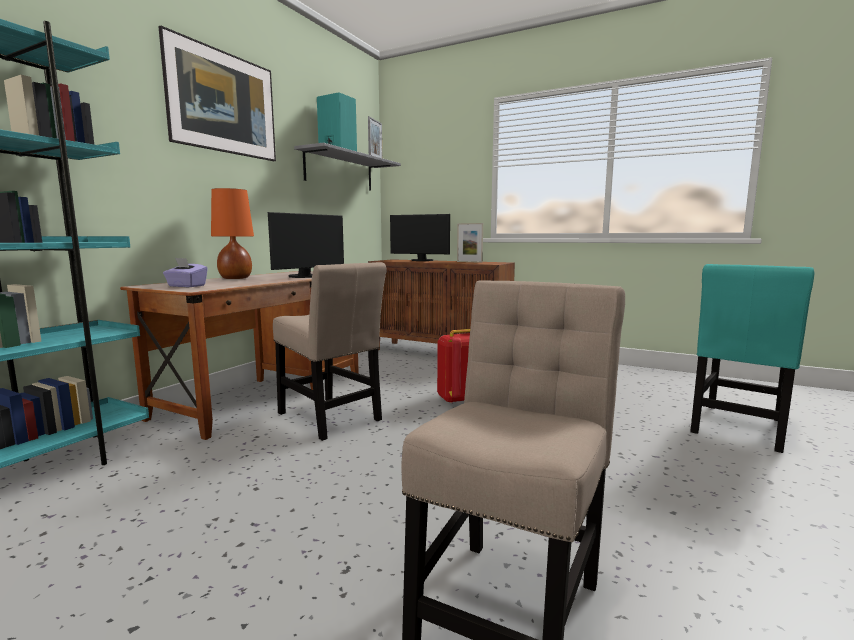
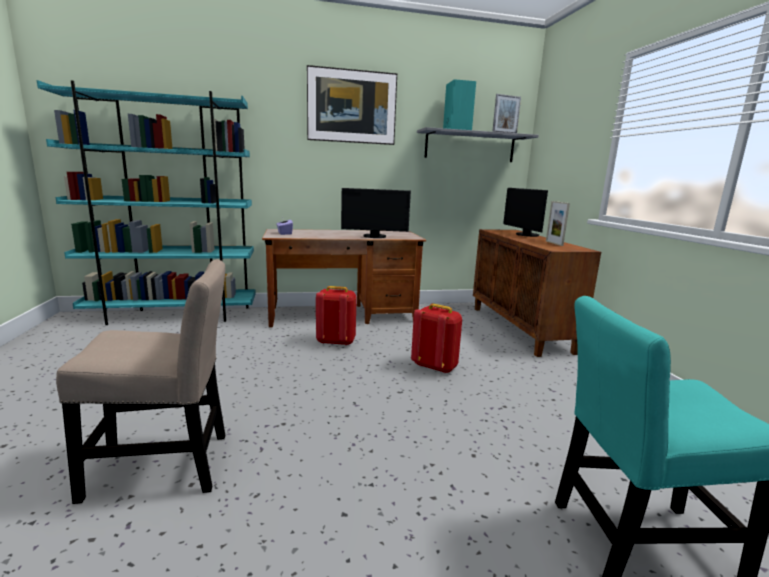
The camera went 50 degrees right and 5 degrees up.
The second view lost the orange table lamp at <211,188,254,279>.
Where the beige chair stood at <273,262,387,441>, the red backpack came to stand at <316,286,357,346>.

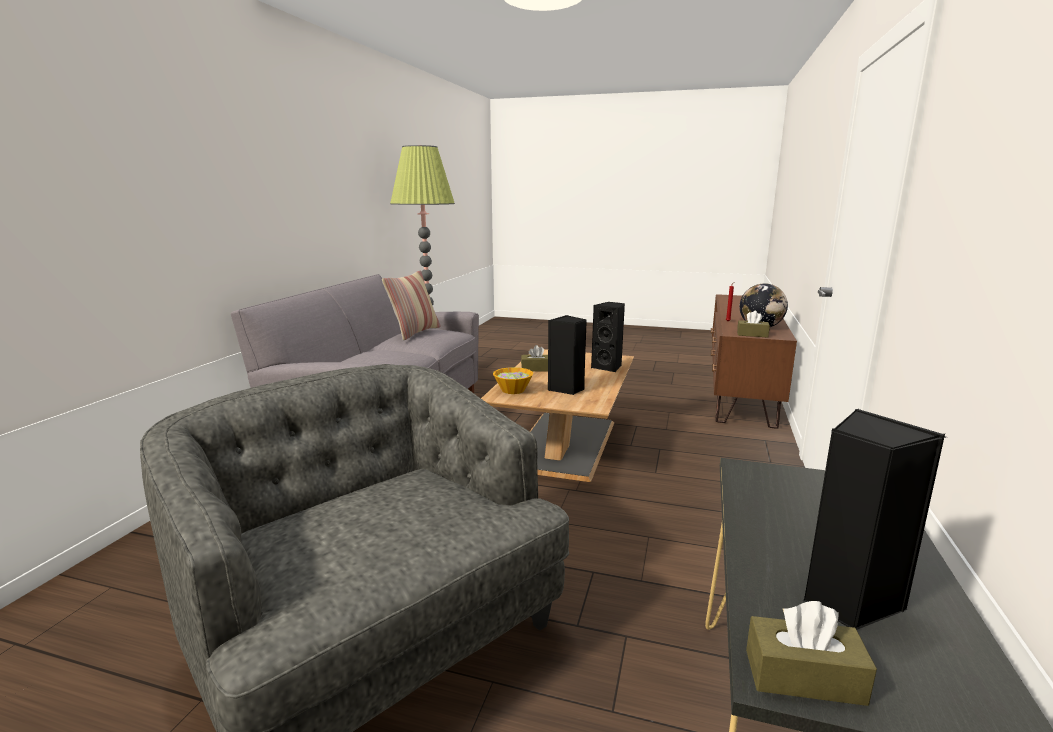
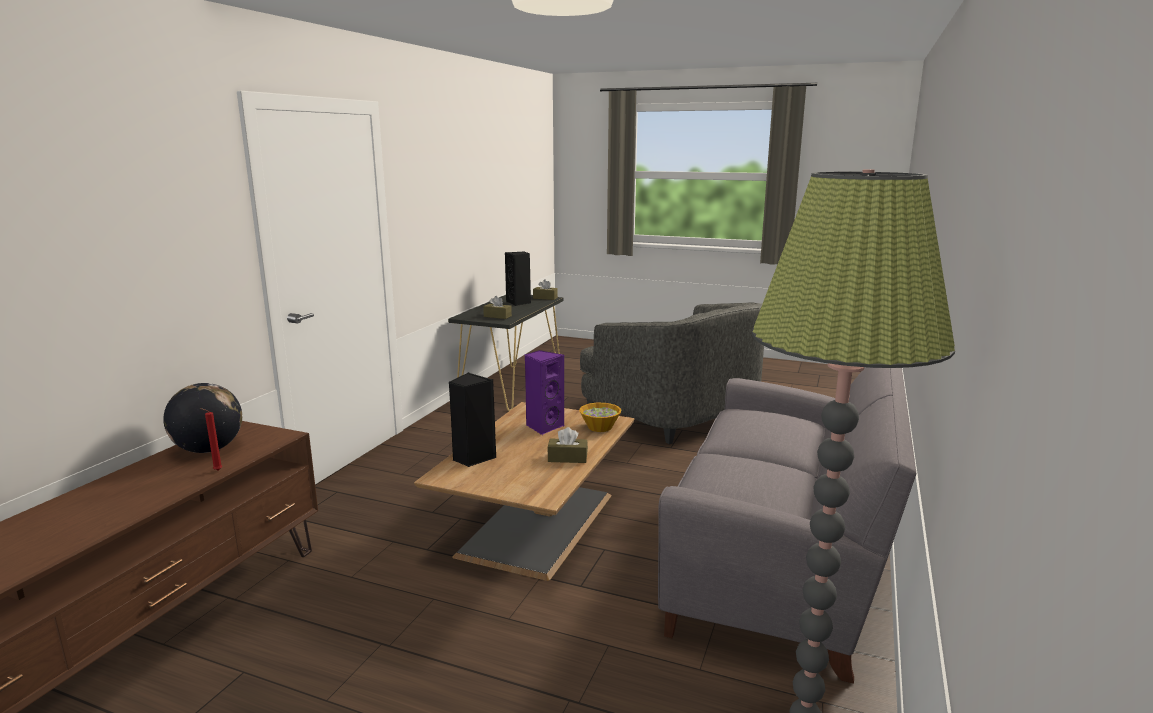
The camera went 175 degrees left and 0 degrees up.
The second view lost the pillow at <382,270,440,341>.
The brown tissue box ended up elsewhere, having gone from <737,311,770,338> to <483,296,512,319>.
What was the black speaker at <548,315,587,395> turned into the purple speaker at <525,350,564,435>.

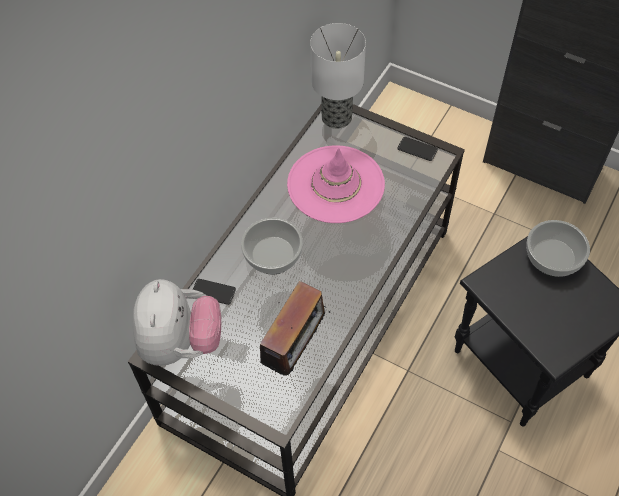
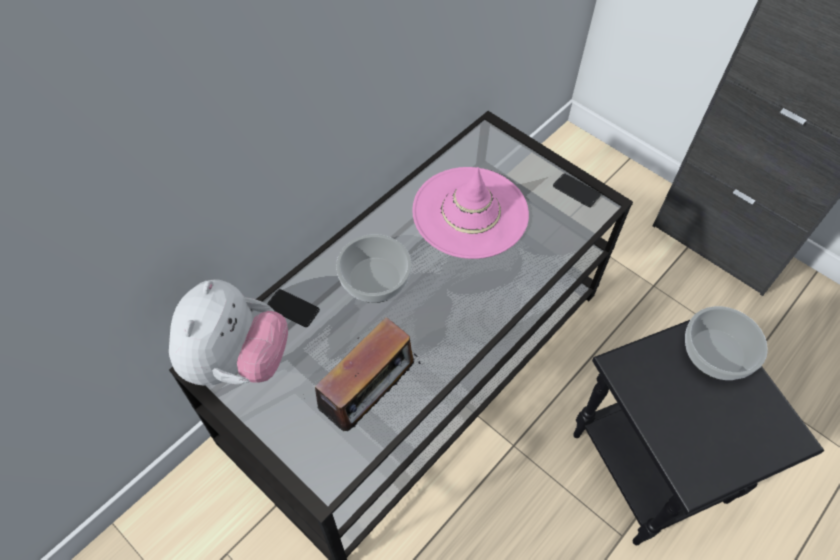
The camera went 10 degrees right and 0 degrees up.
The second view lost the table lamp at <310,23,366,129>.

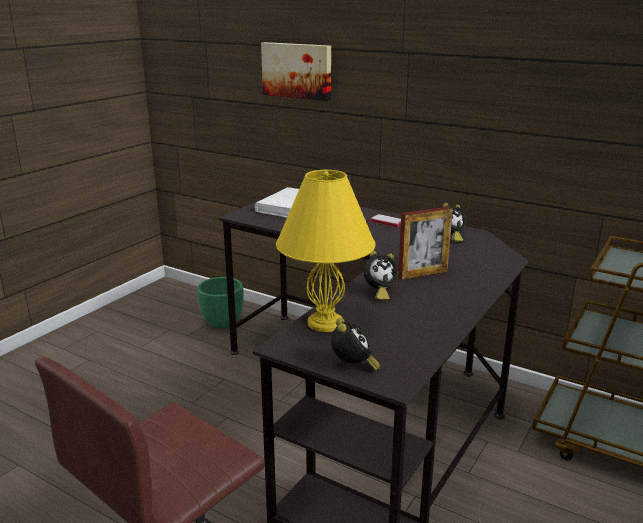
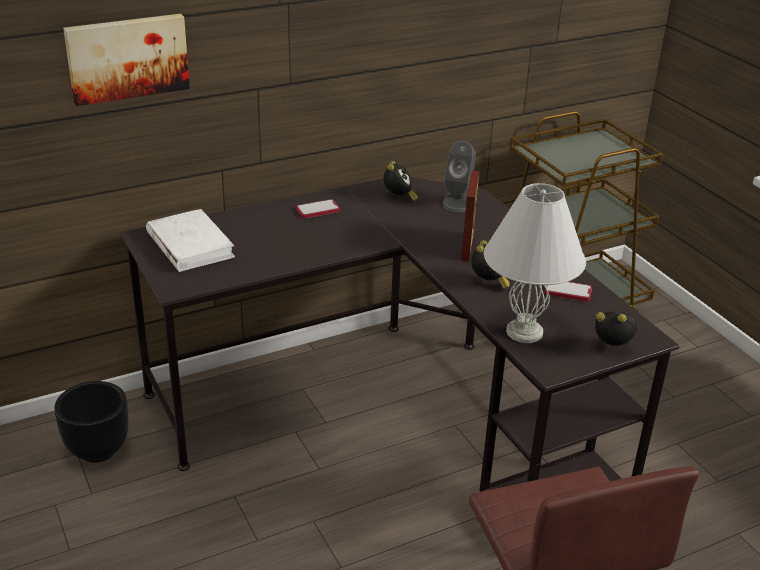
The camera went 60 degrees left and 10 degrees up.
What was the yellow table lamp at <276,170,376,332> turned into the white table lamp at <484,183,586,343>.
What was the green planter at <197,277,244,329> turned into the black planter at <54,381,128,463>.
The second view gained the grey speaker at <442,141,476,212>.
The second view gained the phone at <545,282,592,302>.

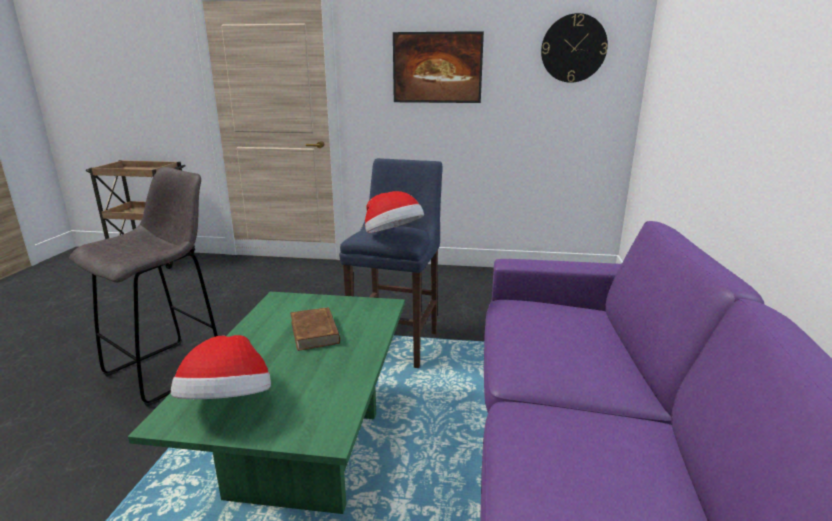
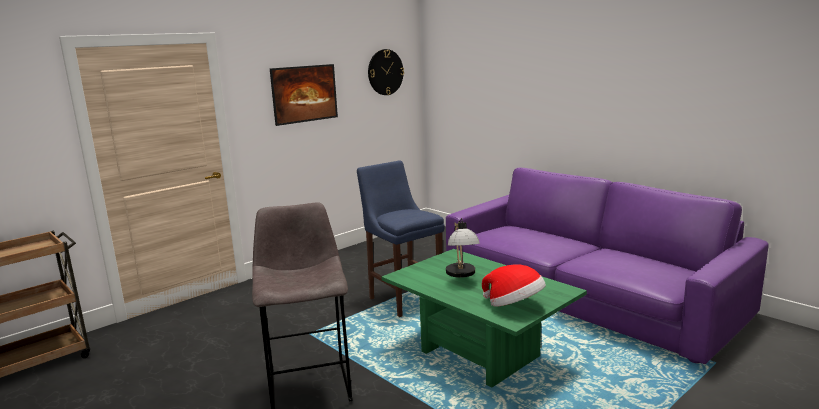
The camera went 50 degrees left and 5 degrees down.
The second view lost the hat at <365,191,424,233>.
Where the brown book stood at <290,307,340,351>, the table lamp came to stand at <446,218,480,278>.

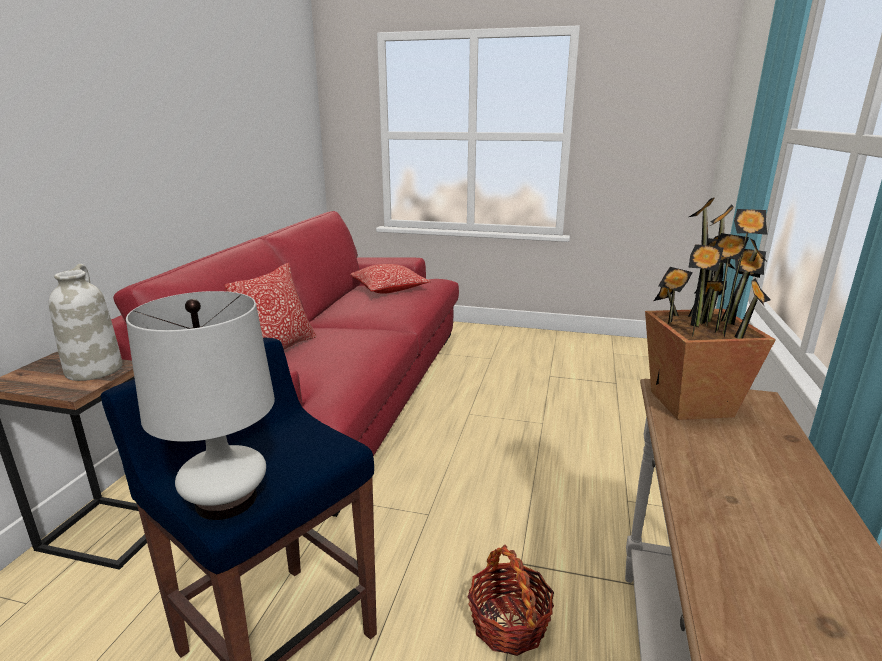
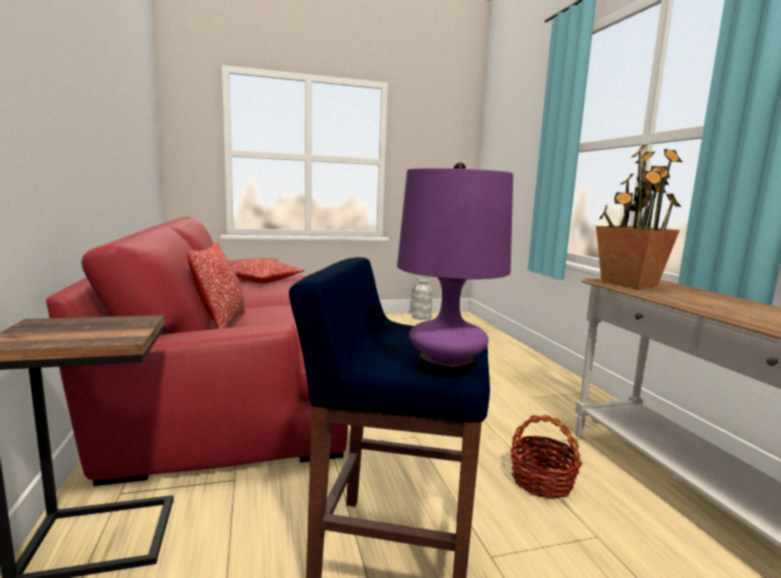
The camera went 30 degrees left and 10 degrees down.
The white vase ended up elsewhere, having gone from <49,264,123,381> to <412,277,432,320>.
What was the white table lamp at <126,291,275,520> turned into the purple table lamp at <397,163,513,376>.

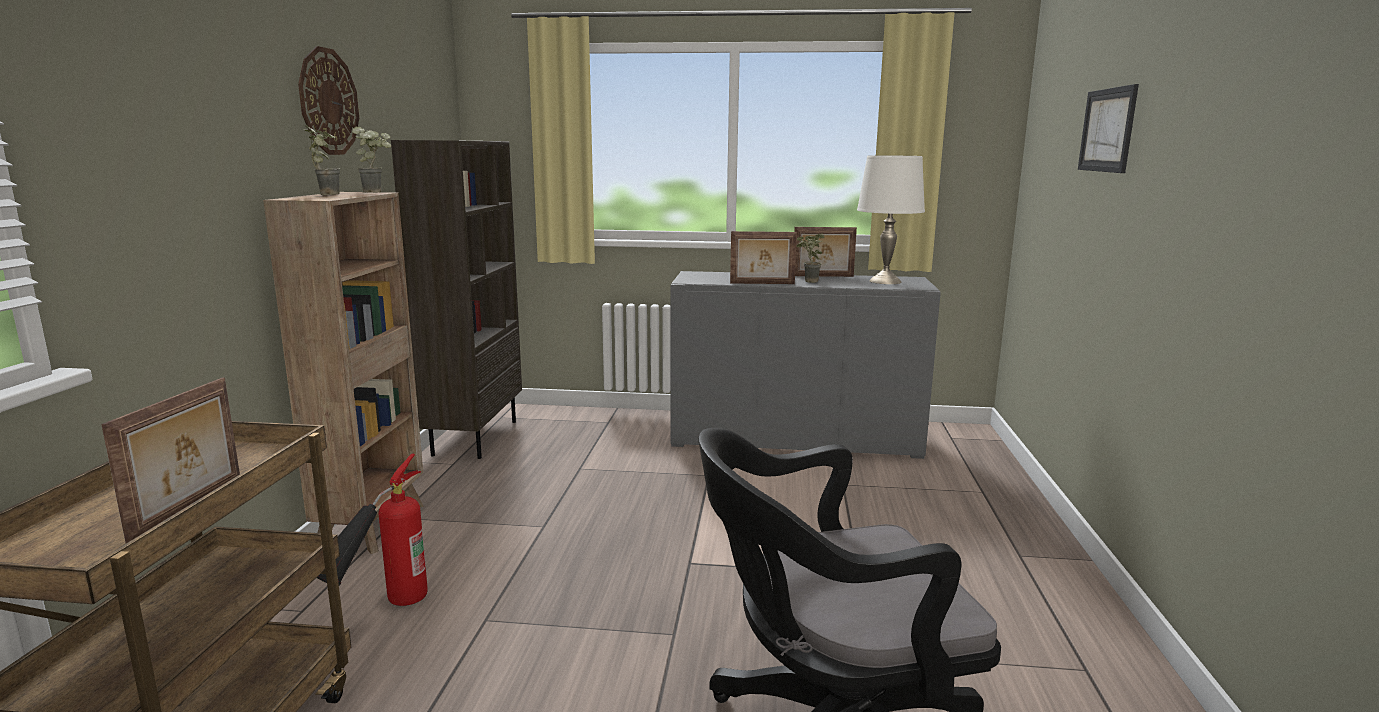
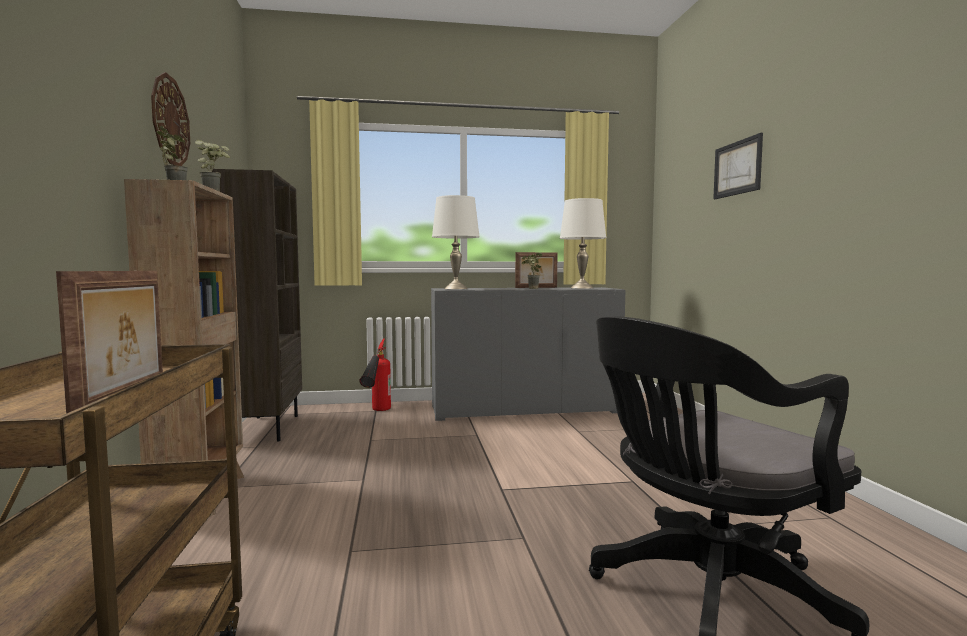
The camera went 15 degrees left and 10 degrees down.
The second view lost the picture frame at <730,231,797,284>.
The fire extinguisher ended up elsewhere, having gone from <317,454,428,606> to <359,338,391,411>.
The second view gained the white table lamp at <432,195,480,289>.

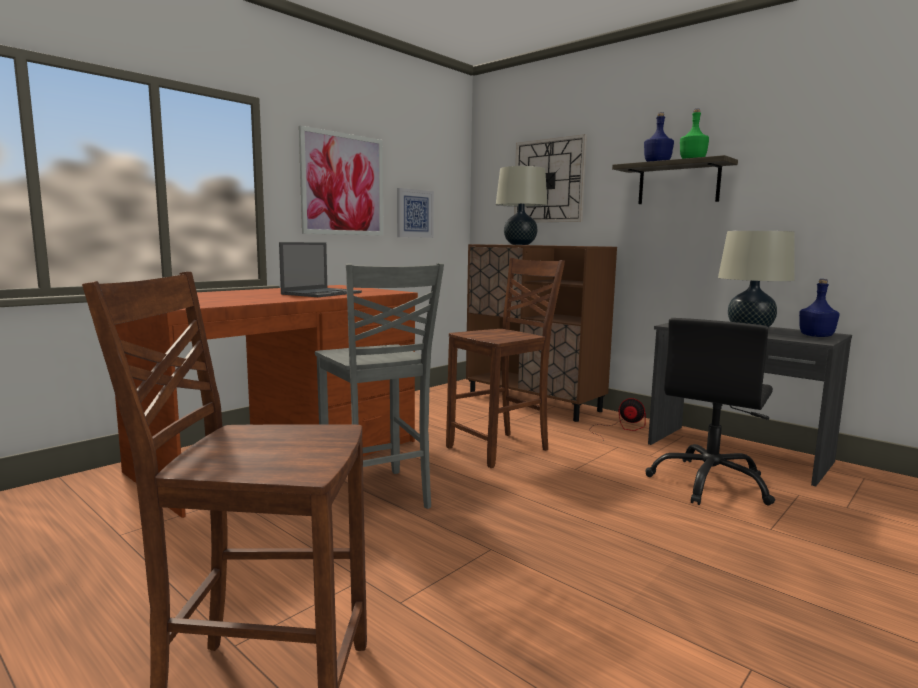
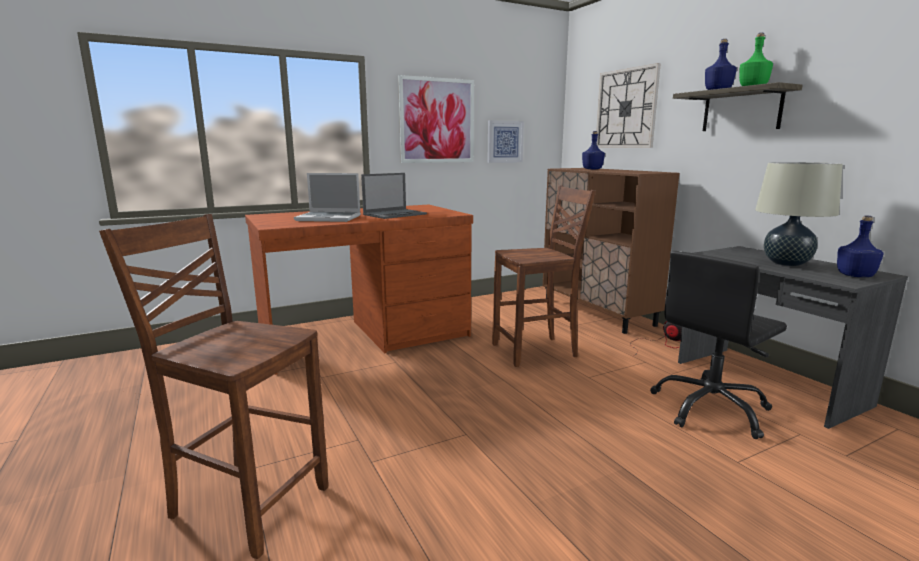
The camera went 20 degrees right and 5 degrees up.
Where the beige table lamp stood at <496,166,547,245>, the blue bottle came to stand at <582,131,605,169>.
The second view lost the grey chair at <315,263,444,509>.
The second view gained the laptop at <294,173,361,222>.

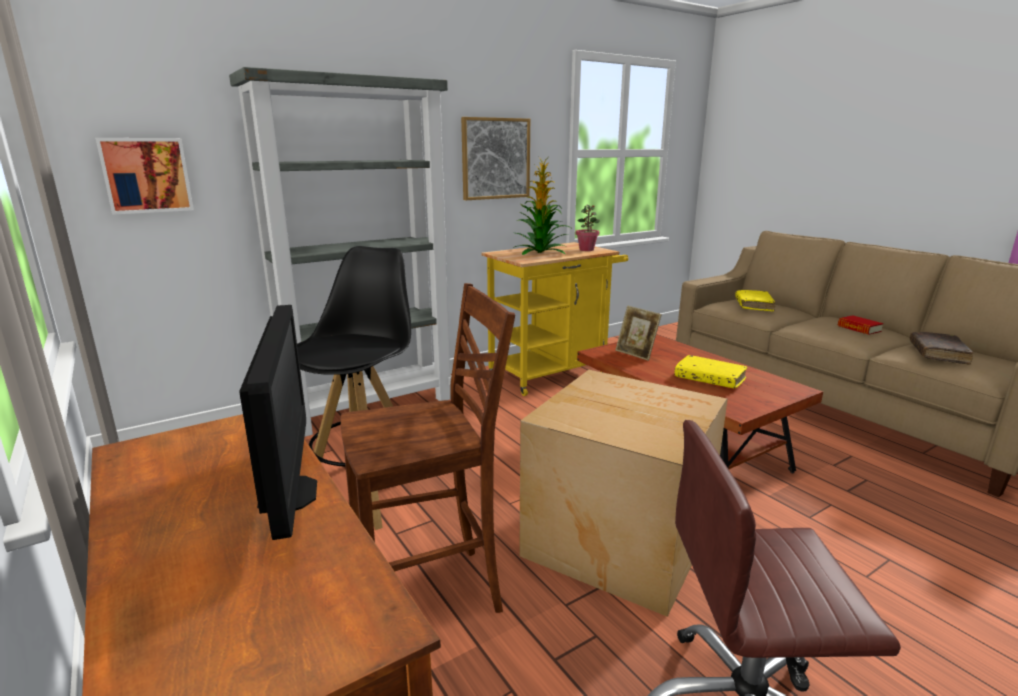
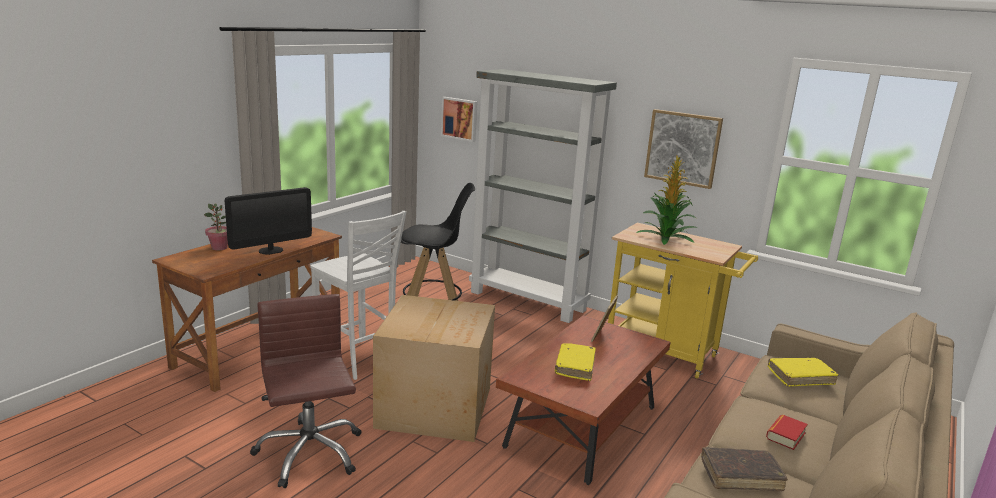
The camera went 65 degrees right and 0 degrees up.
The potted plant ended up elsewhere, having gone from <576,204,600,251> to <204,203,228,250>.
What was the brown chair at <341,283,515,613> turned into the white chair at <310,211,406,380>.

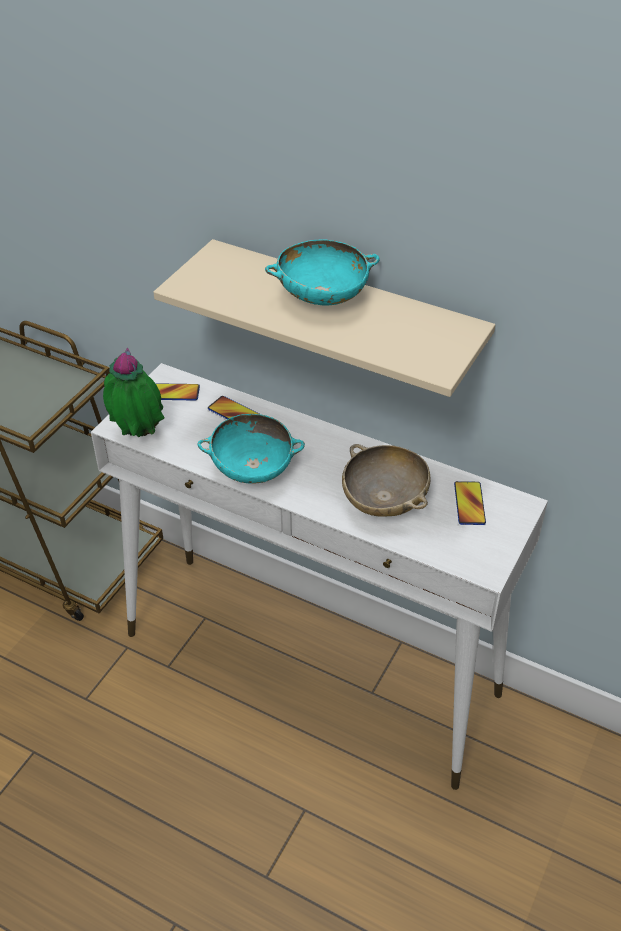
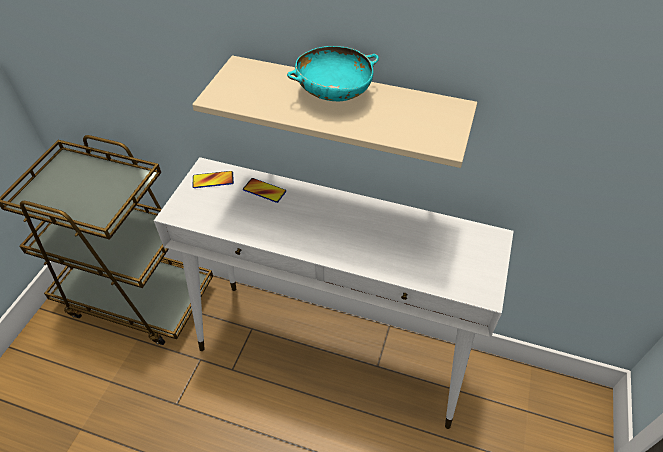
The camera went 10 degrees left and 5 degrees up.
The second view lost the potted plant at <103,348,165,437>.
The second view lost the turquoise bowl at <198,414,305,484>.
The second view lost the beige bowl at <342,444,431,517>.
The second view lost the phone at <454,481,486,525>.

